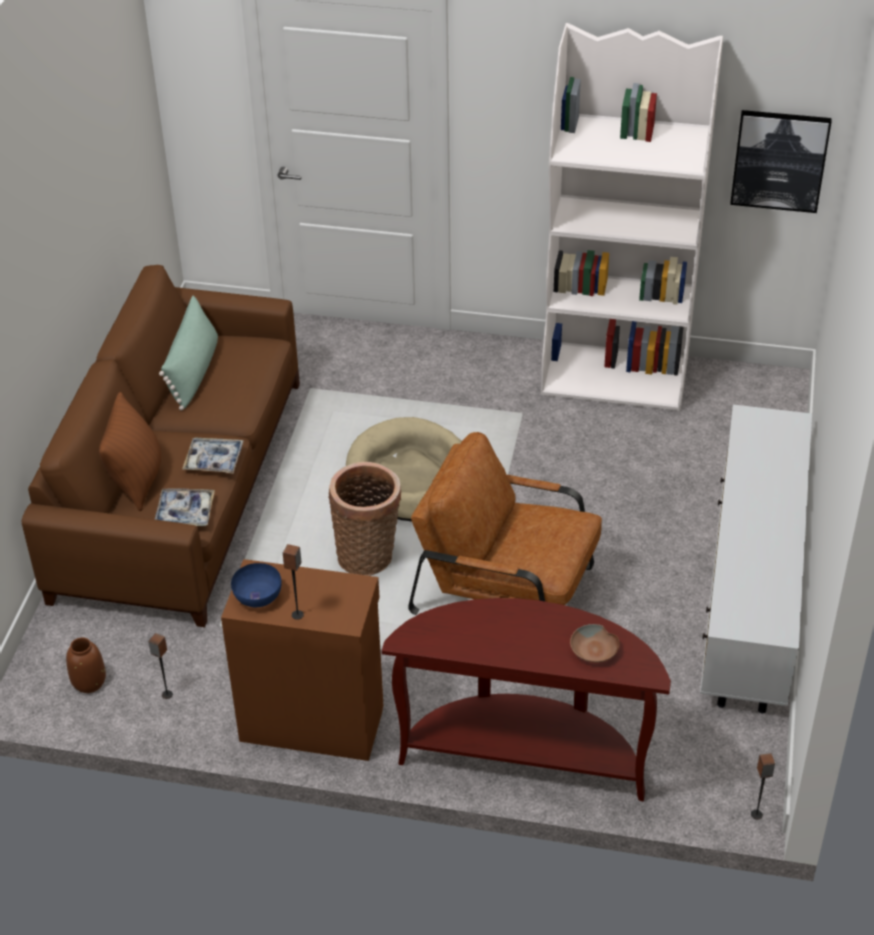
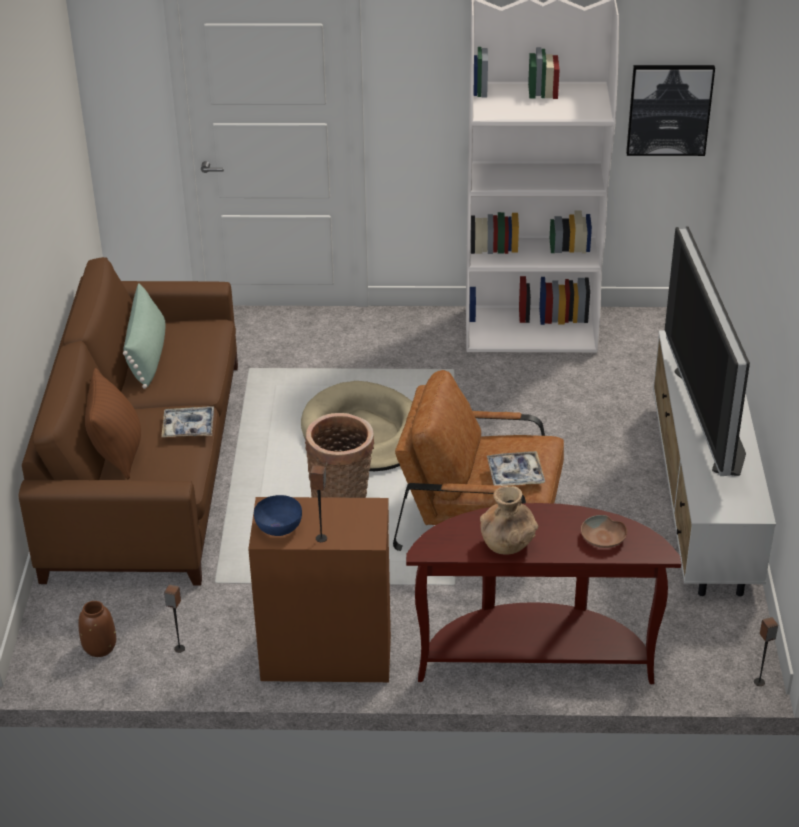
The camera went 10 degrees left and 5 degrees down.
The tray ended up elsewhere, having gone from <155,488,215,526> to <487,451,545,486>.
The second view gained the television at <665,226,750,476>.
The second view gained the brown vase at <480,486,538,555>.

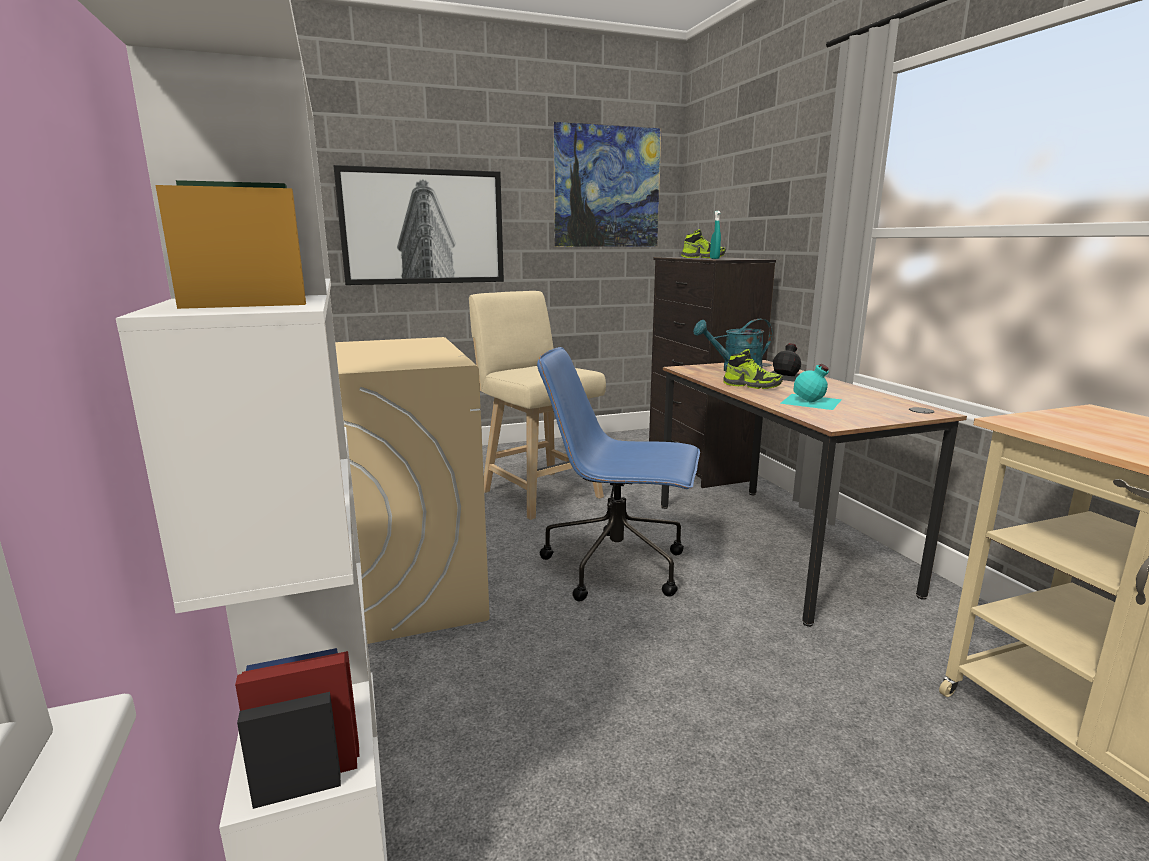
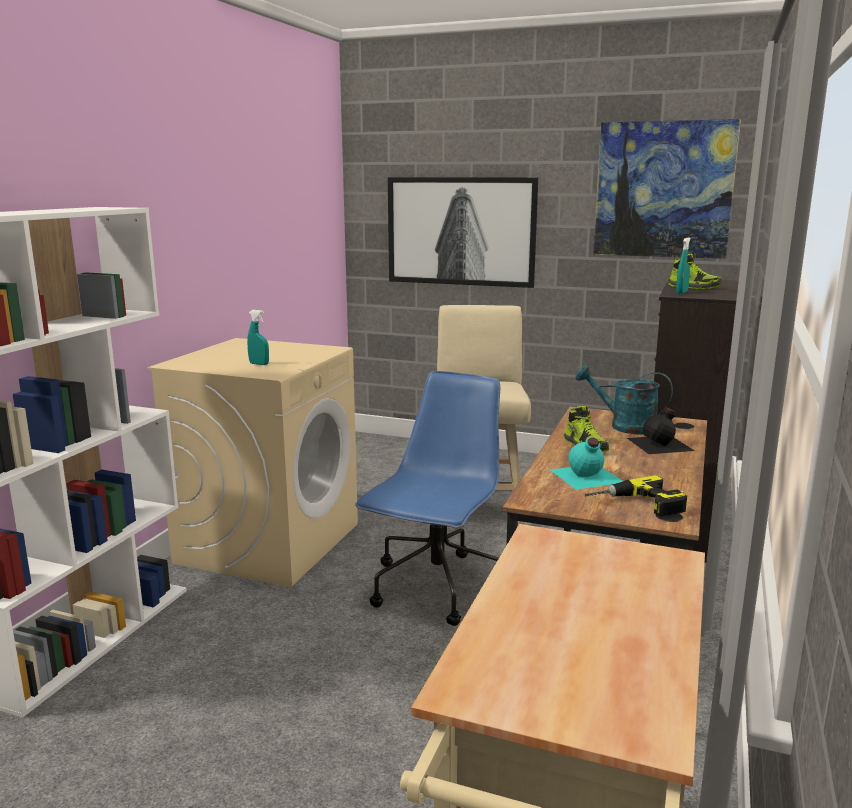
The camera went 40 degrees right and 0 degrees up.
The blue office chair at <537,347,700,602> ended up facing another way, 60 degrees clockwise from before.
The second view gained the turquoise spray bottle at <247,310,269,365>.
The second view gained the power drill at <585,475,687,517>.

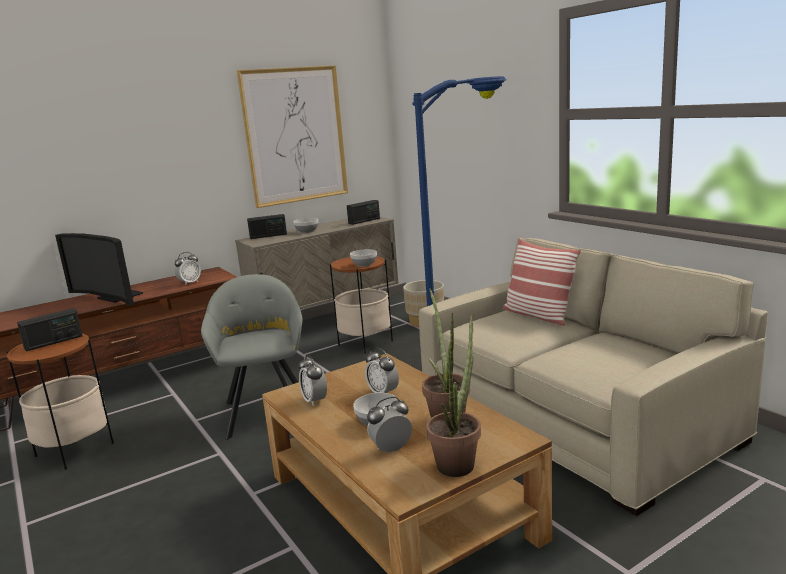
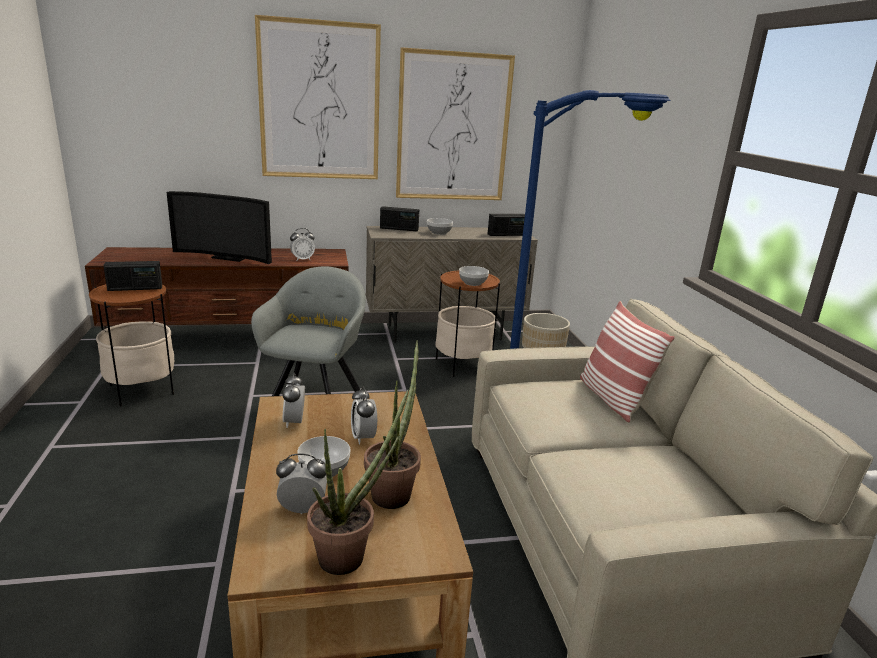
The camera went 20 degrees right and 5 degrees up.
The television at <55,233,143,306> ended up facing another way, 45 degrees counterclockwise from before.
The second view gained the picture at <255,15,381,179>.

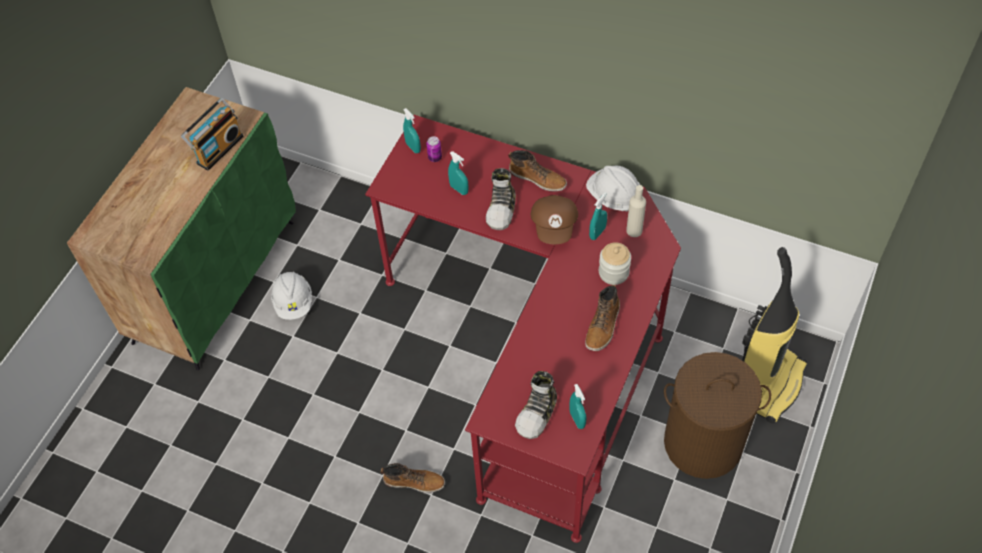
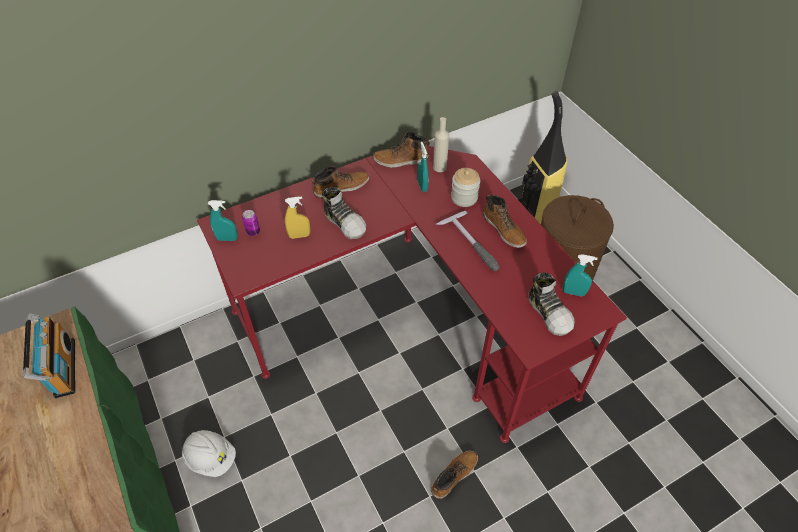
The camera went 55 degrees left and 5 degrees down.
What was the turquoise spray bottle at <448,151,468,195> turned into the yellow spray bottle at <285,196,310,239>.
Where the white hard hat stood at <586,165,640,212>, the boot came to stand at <373,132,430,168>.
The second view lost the brown cap at <531,195,578,244>.
The second view gained the hammer at <436,211,500,271>.

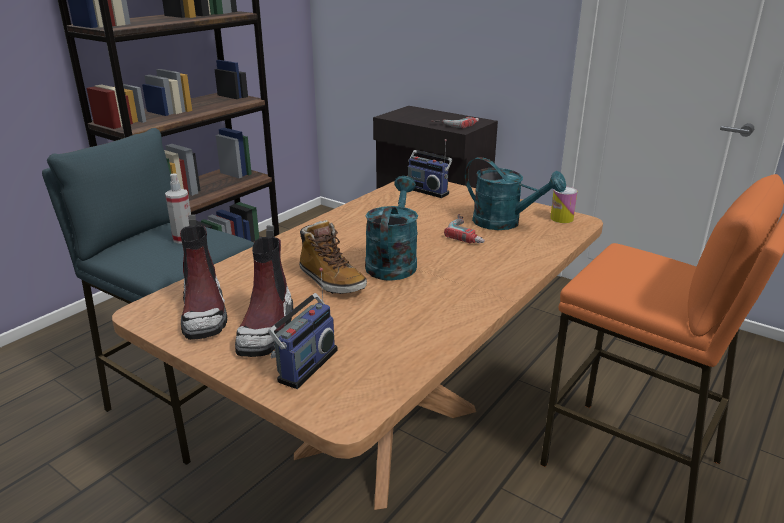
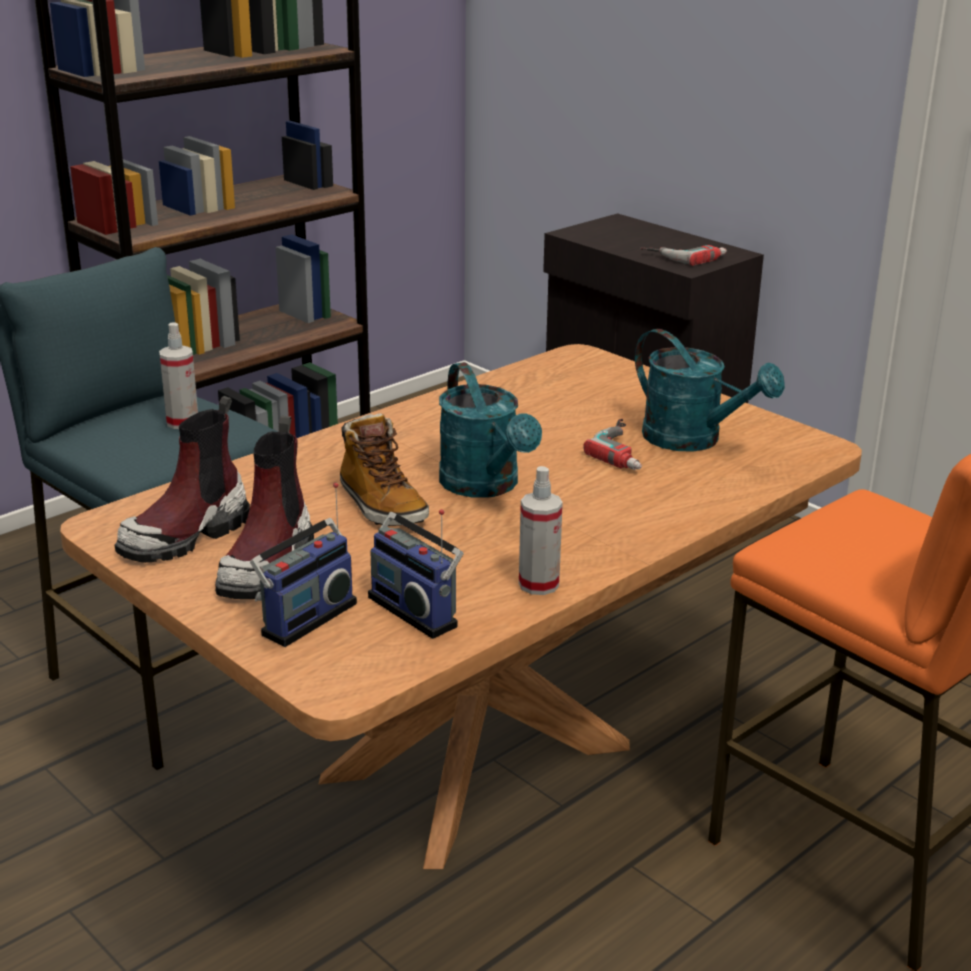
The camera went 10 degrees right and 0 degrees up.
The radio ended up elsewhere, having gone from <408,139,453,198> to <368,509,463,639>.
The turquoise watering can at <365,176,418,281> ended up facing another way, 135 degrees clockwise from before.
The second view lost the can at <550,186,578,223>.
The boot at <180,215,227,340> ended up facing another way, 45 degrees clockwise from before.
The second view gained the spray bottle at <519,466,563,595>.

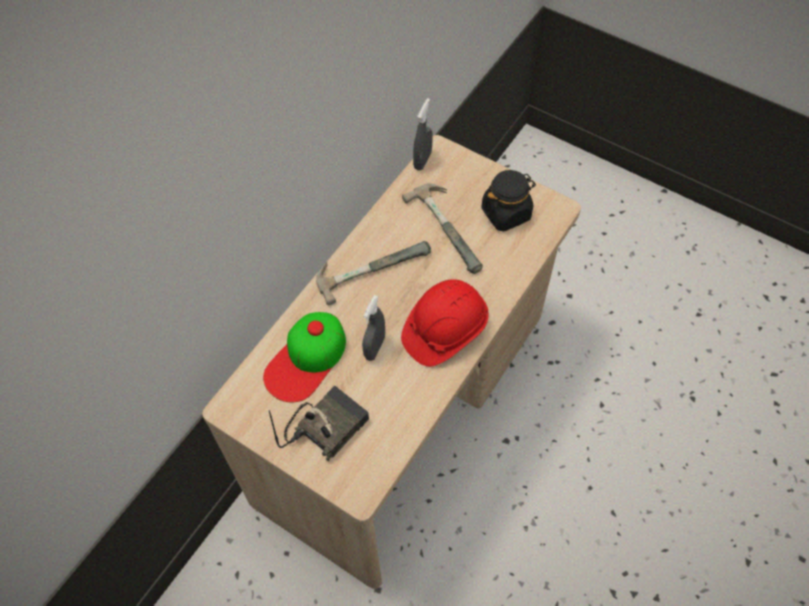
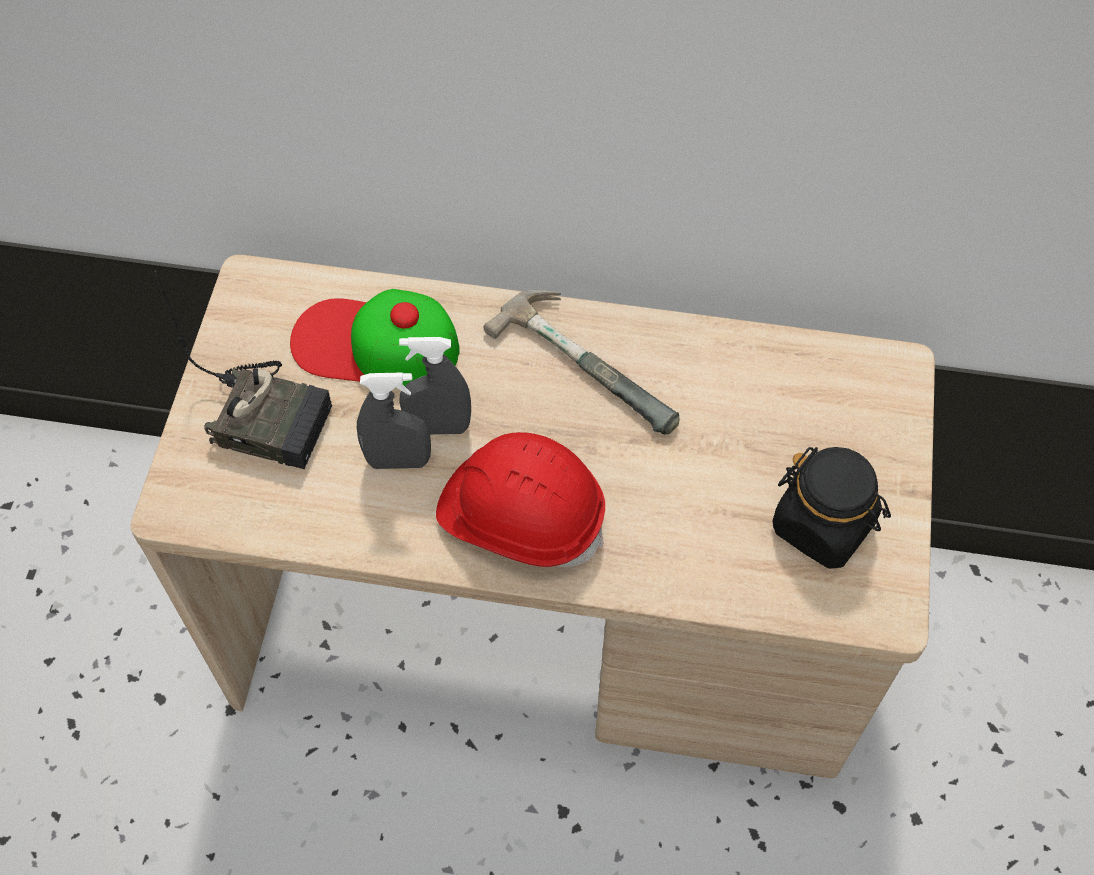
The camera went 65 degrees right and 0 degrees up.
The grey spray bottle ended up elsewhere, having gone from <413,98,433,170> to <357,372,431,469>.
The second view lost the hammer at <402,183,483,274>.

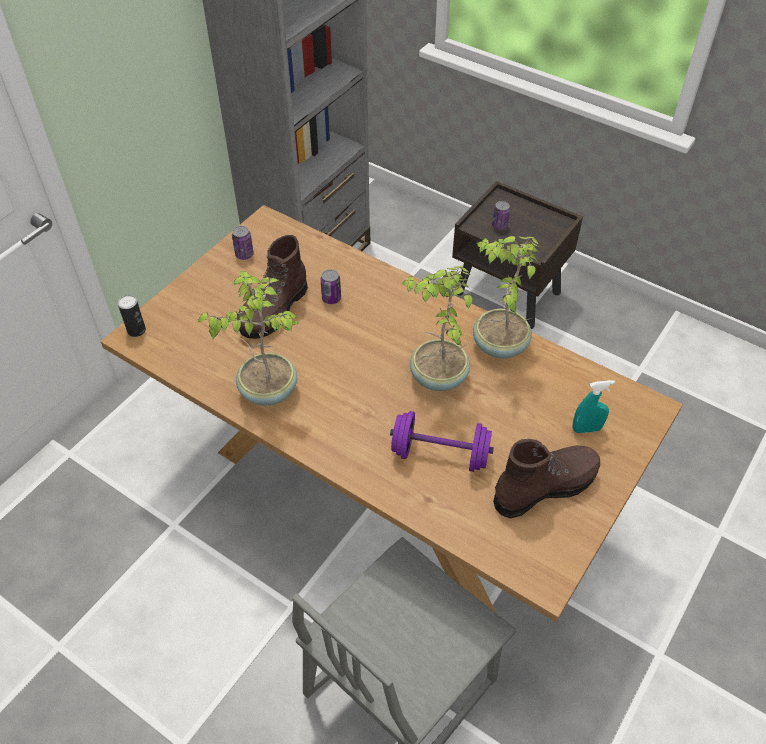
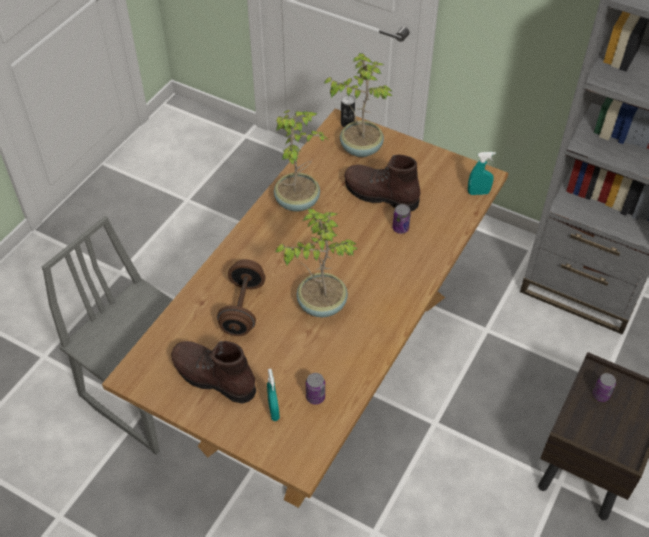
The camera went 85 degrees right and 0 degrees up.
The can ended up elsewhere, having gone from <232,226,254,260> to <306,373,325,405>.
The potted plant ended up elsewhere, having gone from <473,236,540,358> to <324,53,392,157>.
What was the purple dumbbell at <390,411,494,472> turned into the brown dumbbell at <217,259,265,336>.
The brown boot at <493,439,600,519> ended up facing another way, 150 degrees clockwise from before.
The second view gained the turquoise spray bottle at <468,152,496,195>.

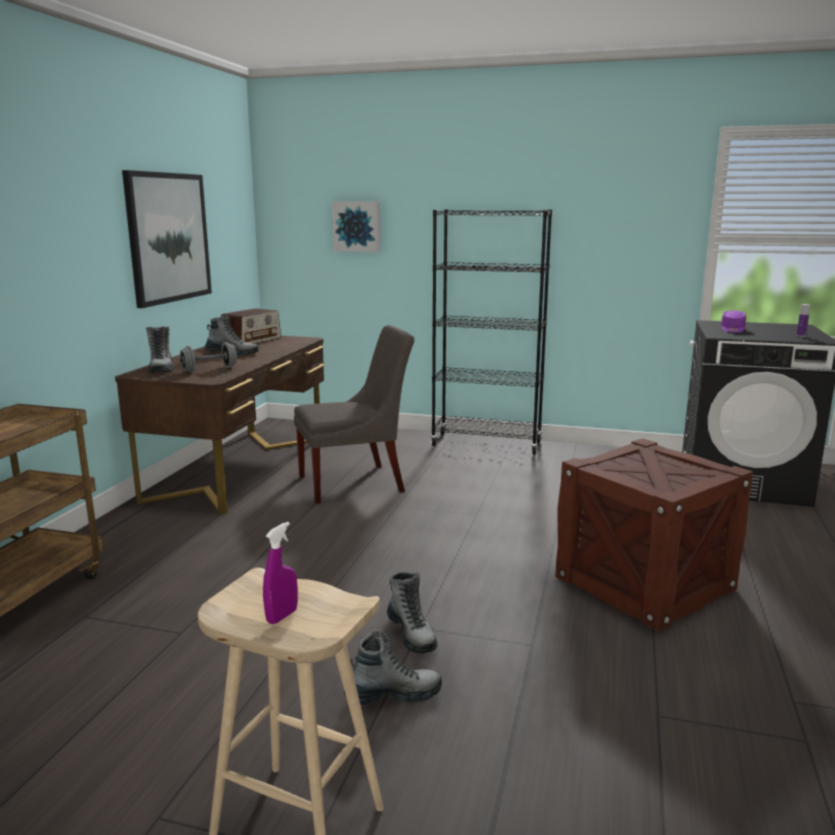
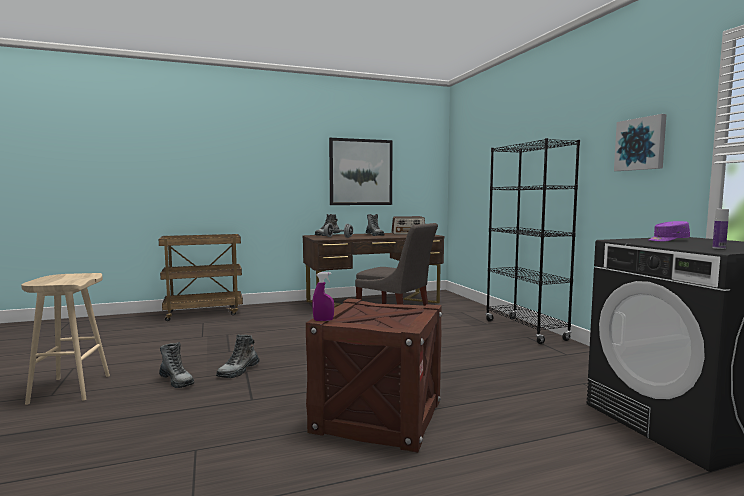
The camera went 55 degrees right and 10 degrees down.
The picture ended up elsewhere, having gone from <332,202,380,252> to <614,114,667,171>.
The purple spray bottle ended up elsewhere, having gone from <263,522,298,624> to <312,272,334,321>.

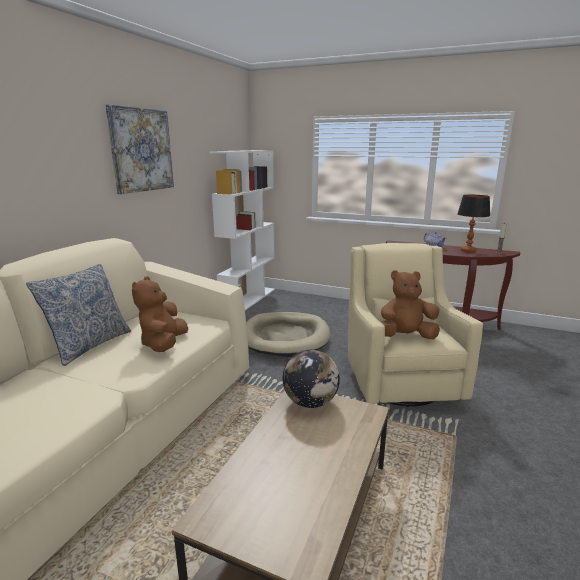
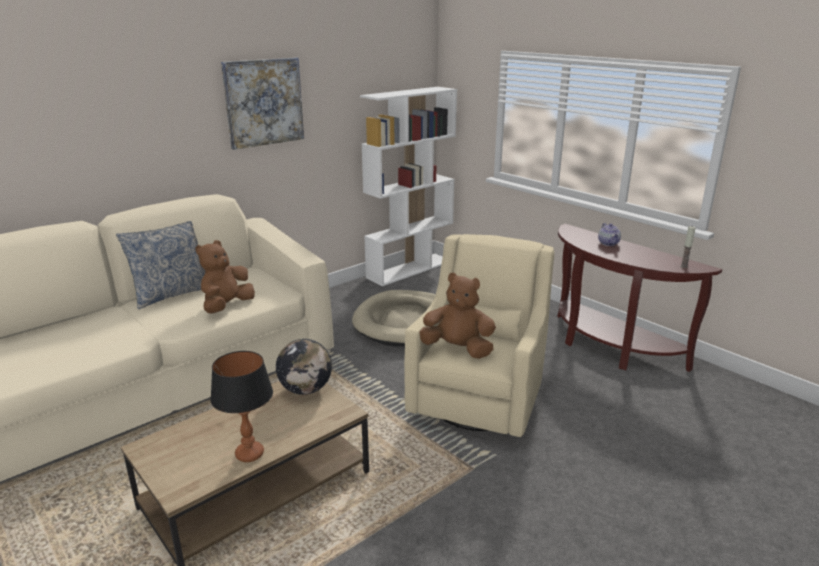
The camera went 25 degrees right and 5 degrees up.
The table lamp ended up elsewhere, having gone from <457,195,490,252> to <210,351,273,462>.

